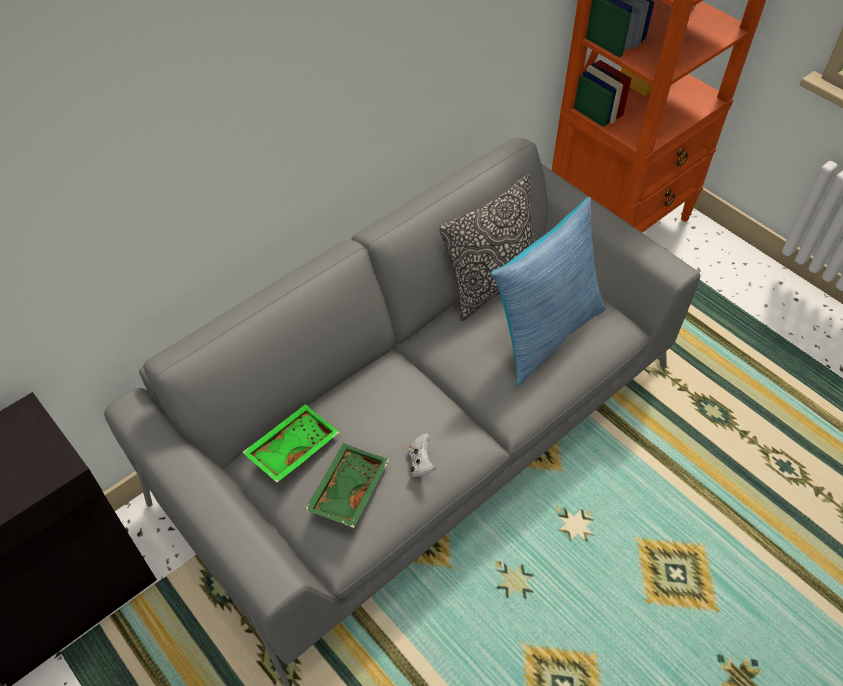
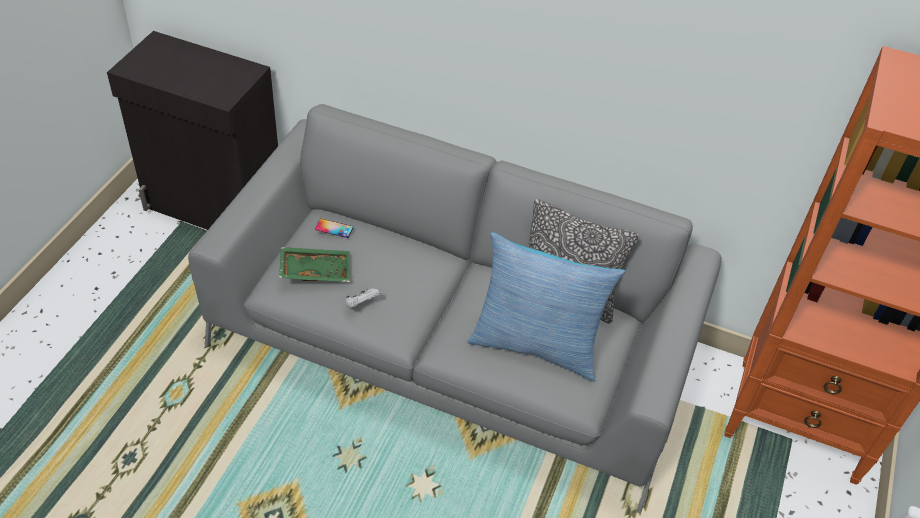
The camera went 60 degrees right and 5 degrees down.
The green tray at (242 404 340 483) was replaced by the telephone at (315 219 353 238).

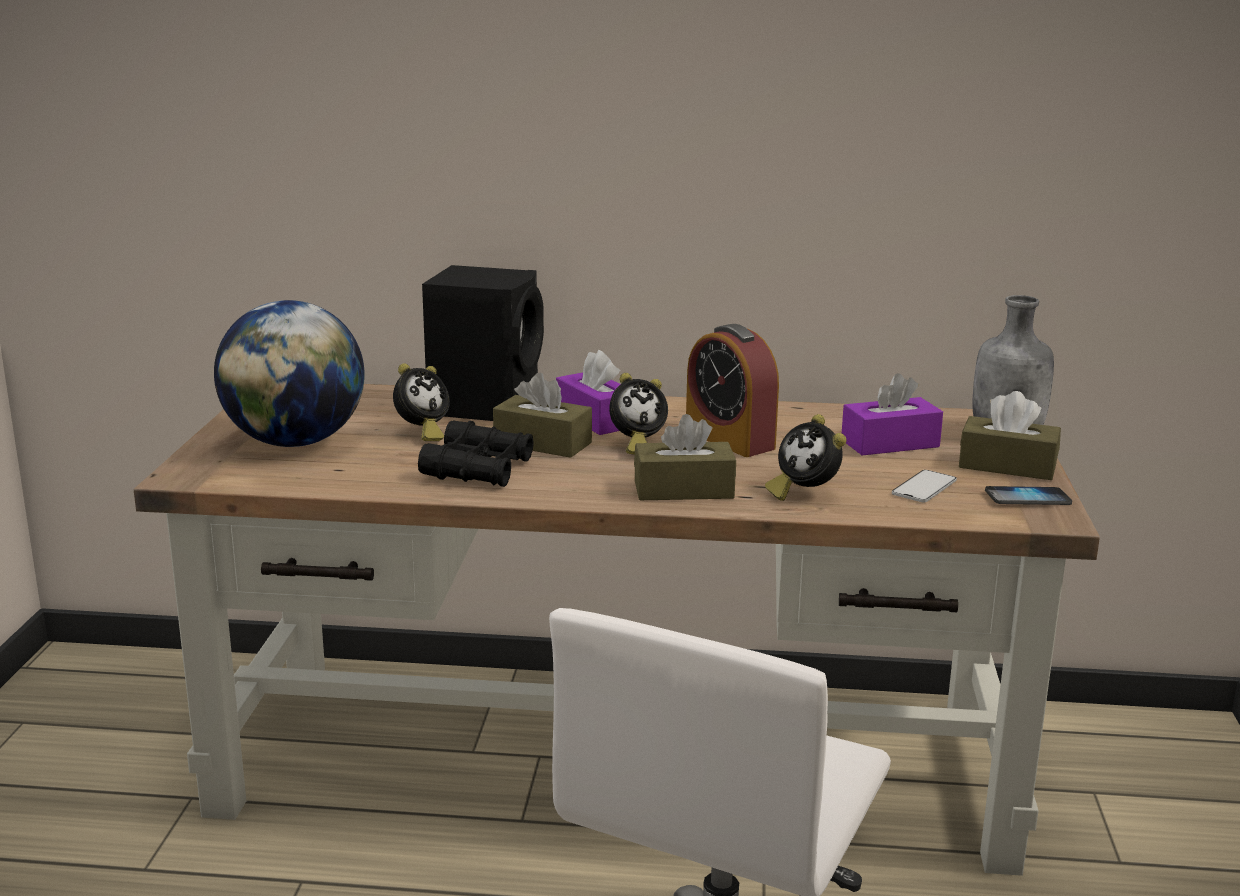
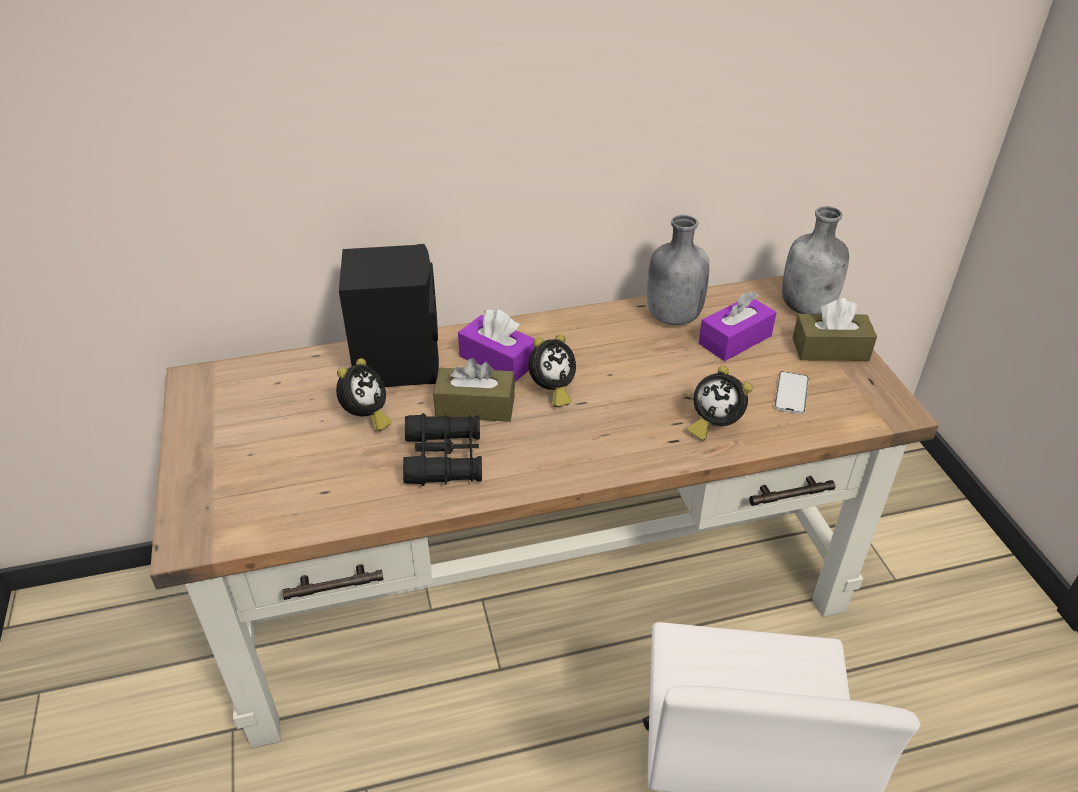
The camera went 20 degrees left and 20 degrees up.
The desk globe at (214 300 365 447) disappeared.
The alarm clock at (686 324 779 457) disappeared.
The brownish tissue holder at (634 414 736 500) disappeared.
The telephone at (985 486 1072 505) disappeared.
The gray drink bottle at (647 215 710 325) appeared.

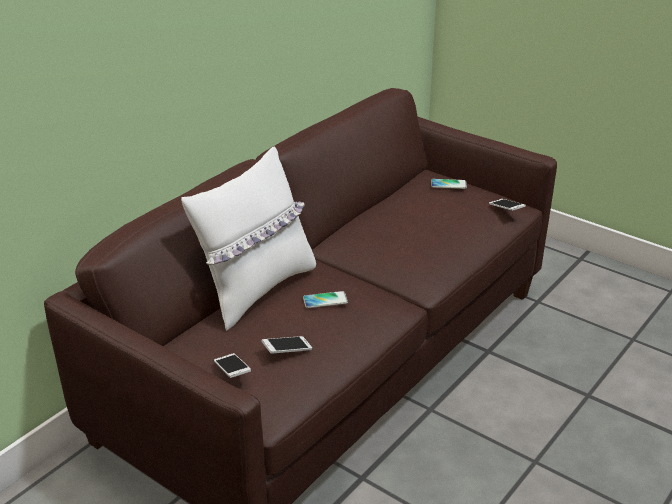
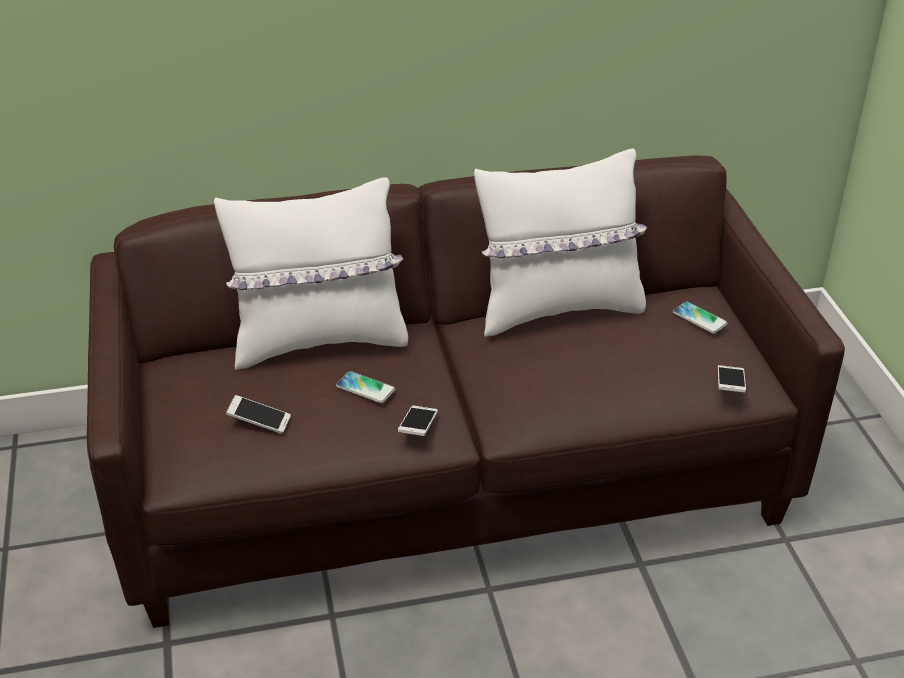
The camera went 40 degrees right and 5 degrees up.
The telephone moved from (214 353 251 378) to (398 406 438 436).
The whitish throw pillow at (474 149 647 337) appeared.

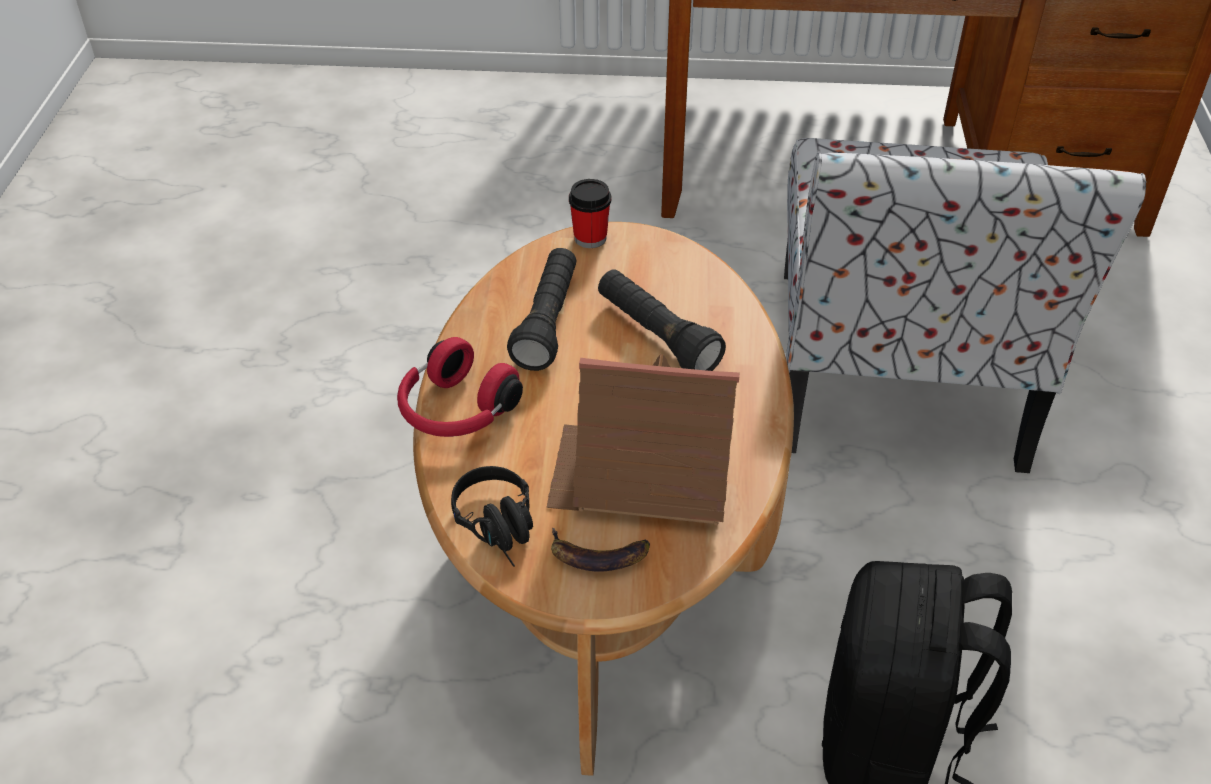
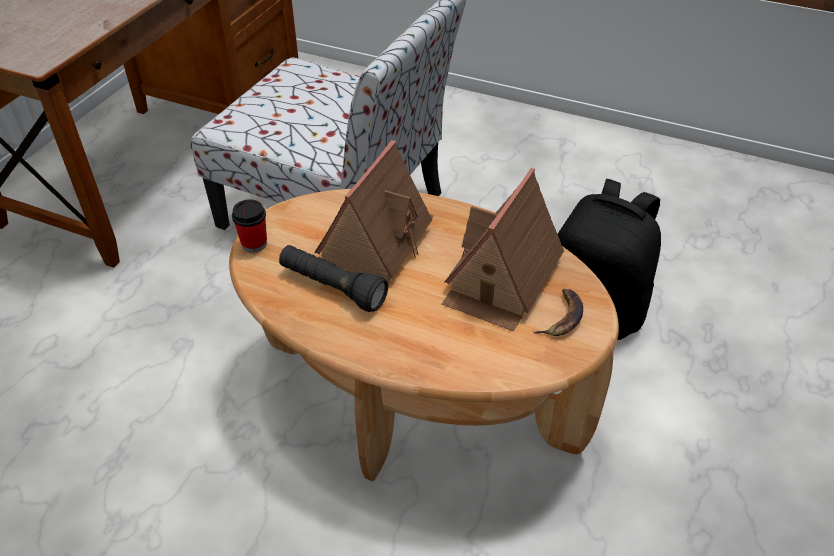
The camera went 70 degrees left and 0 degrees up.
The black-coloured torch at (598 269 726 371) was replaced by the model house at (315 140 434 282).
The red-coloured headset at (397 337 523 437) disappeared.
The black-coloured headset at (451 466 533 567) disappeared.

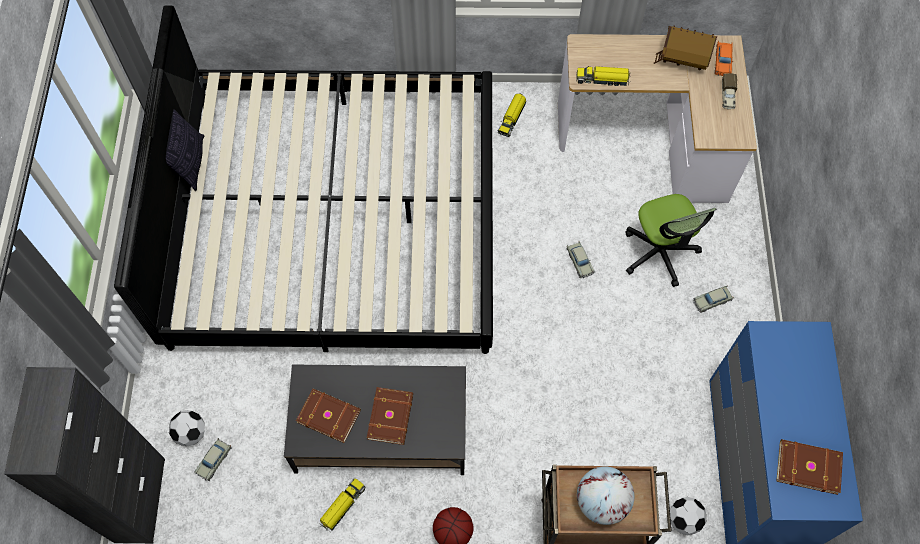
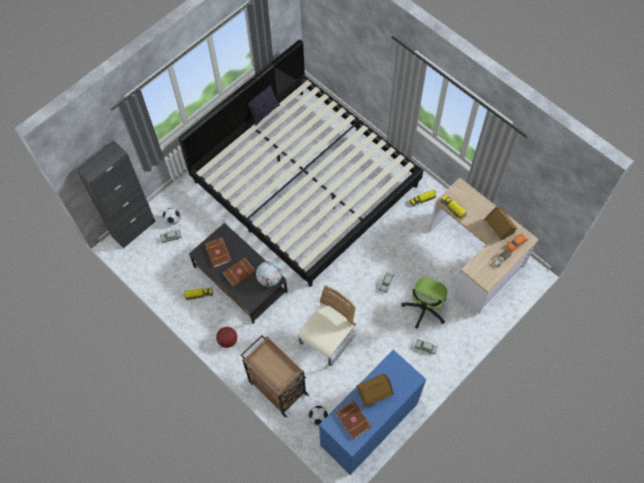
The camera went 45 degrees right and 0 degrees up.
The desk globe moved from (577 466 634 525) to (256 261 282 287).
The beige plain chair at (298 285 357 366) appeared.
The model house at (356 373 394 407) appeared.

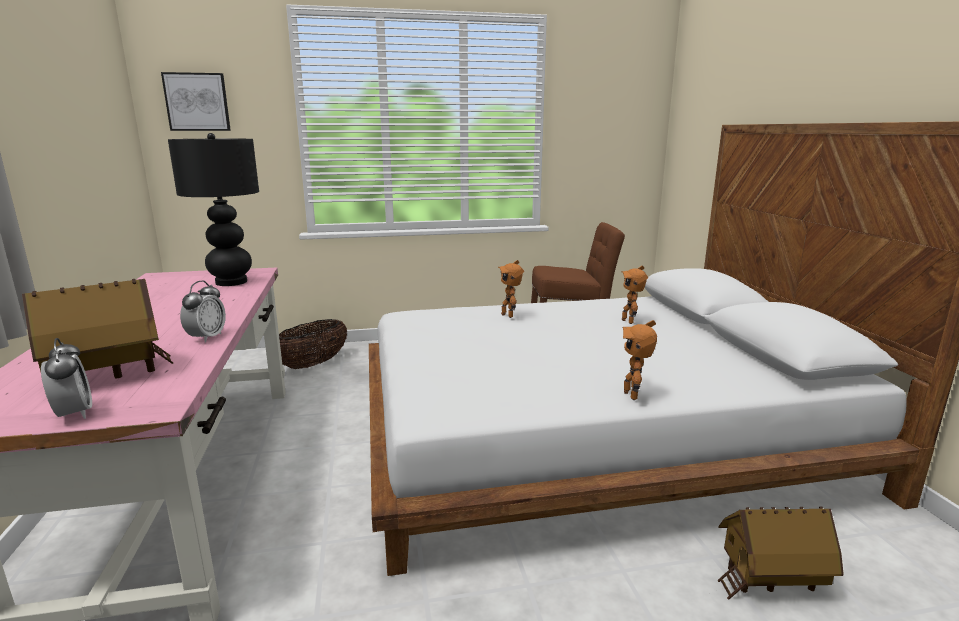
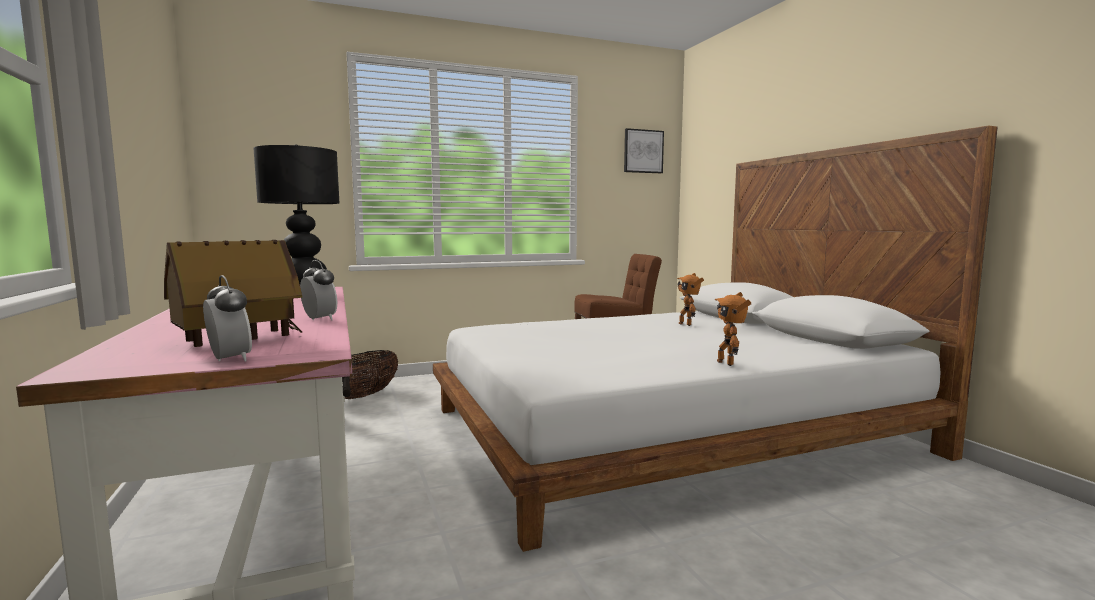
The camera went 10 degrees left and 10 degrees down.
The wall picture moved from (161 72 231 131) to (624 128 664 173).
The toy robot at (498 260 524 318) disappeared.
The alarm clock at (180 281 226 343) turned 45 degrees counterclockwise.
The model house at (717 506 844 599) disappeared.

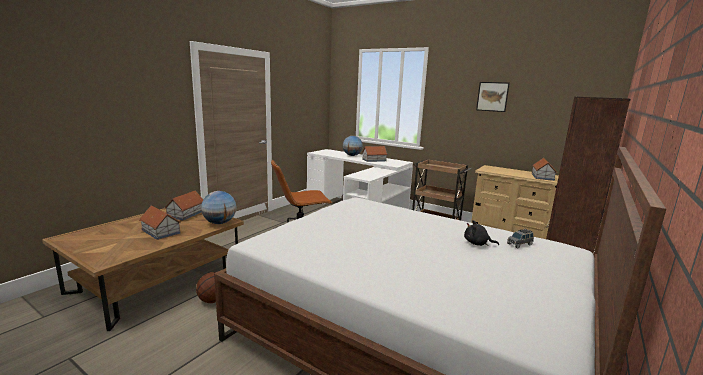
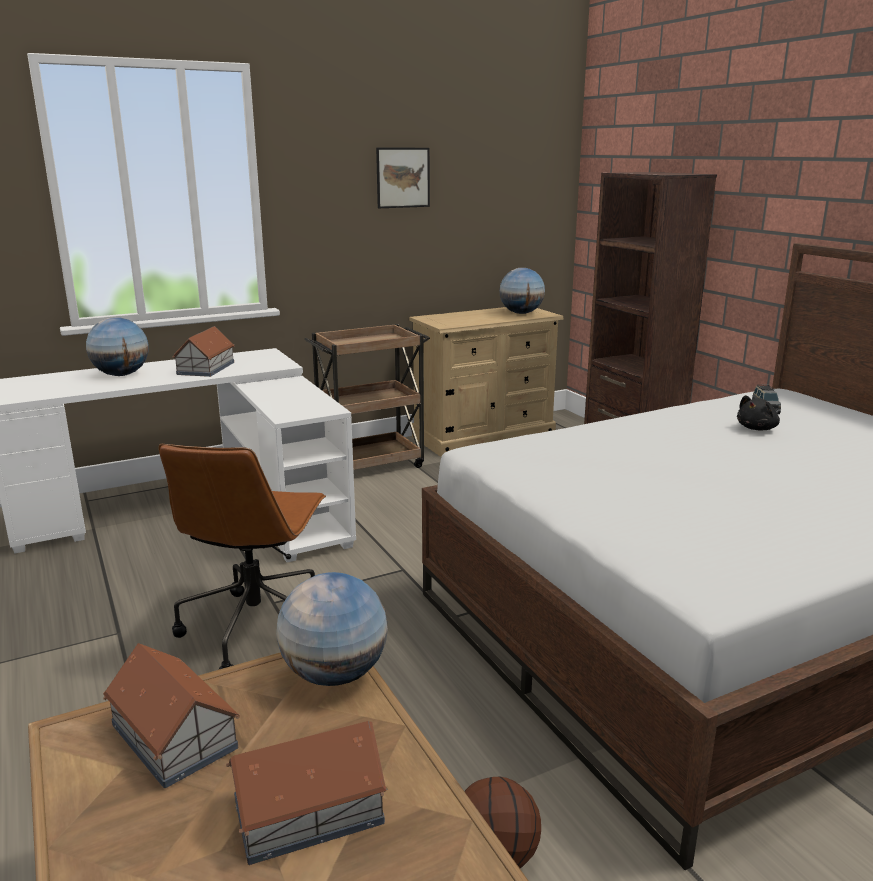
The camera went 60 degrees left and 5 degrees up.
The model house at (532 158 557 181) was replaced by the desk globe at (499 268 545 314).

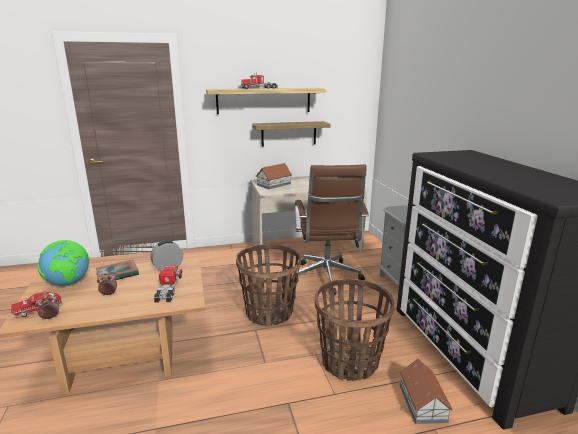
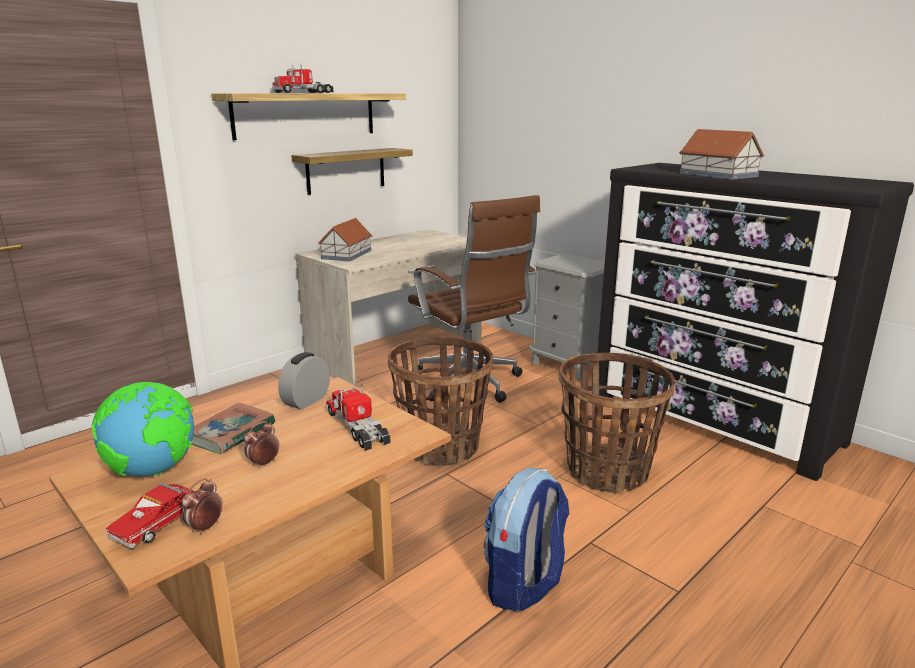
The camera went 30 degrees left and 0 degrees up.
The model house moved from (399 359 453 424) to (679 129 764 180).
The rucksack at (484 467 570 611) appeared.

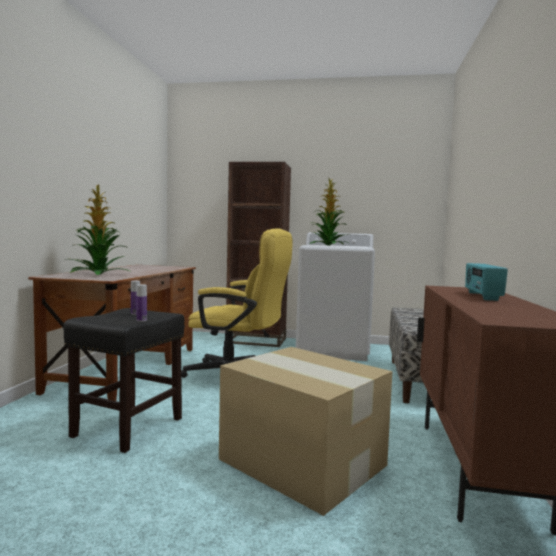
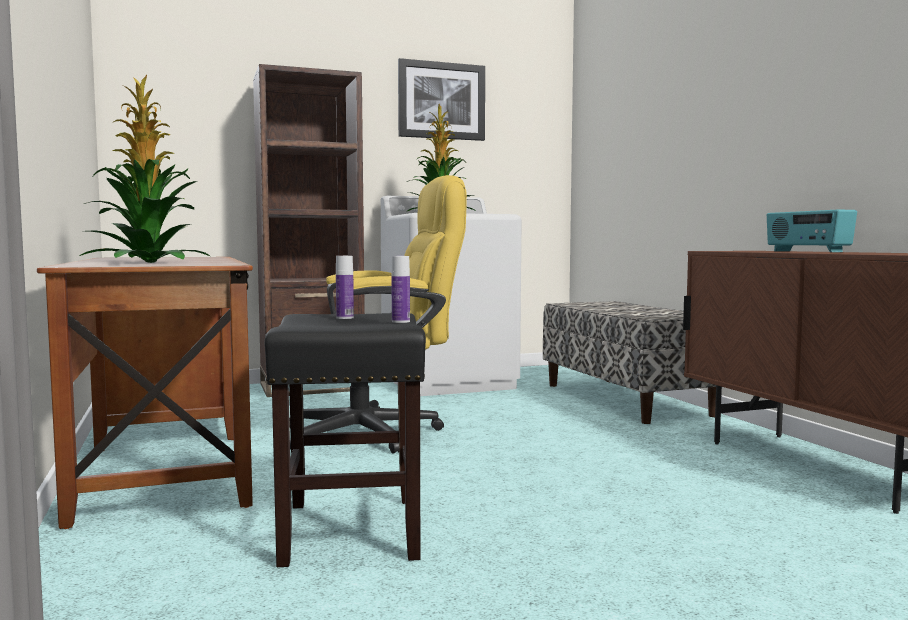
The camera went 30 degrees left and 0 degrees up.
The packing box at (219 347 392 516) disappeared.
The wall picture at (398 58 485 141) appeared.

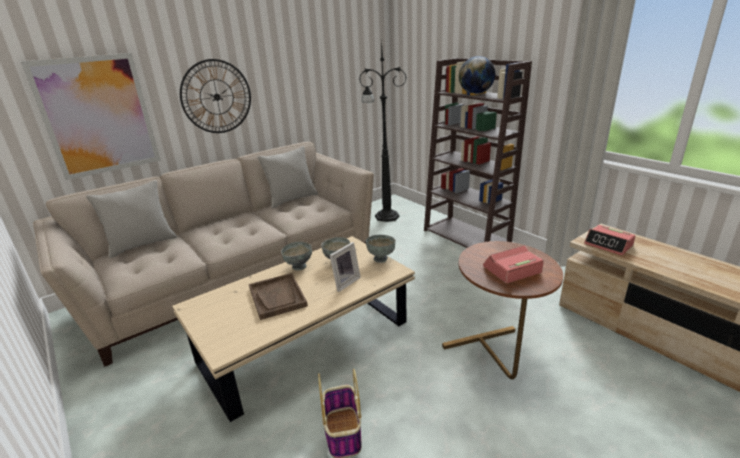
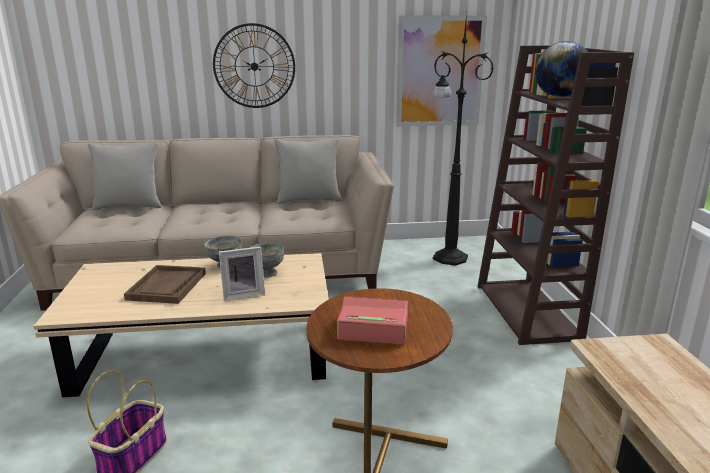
The camera went 30 degrees right and 5 degrees down.
The wall picture moved from (21 53 161 180) to (396 16 487 127).
The alarm clock at (584 225 636 256) disappeared.
The gray bowl at (366 235 396 263) disappeared.

